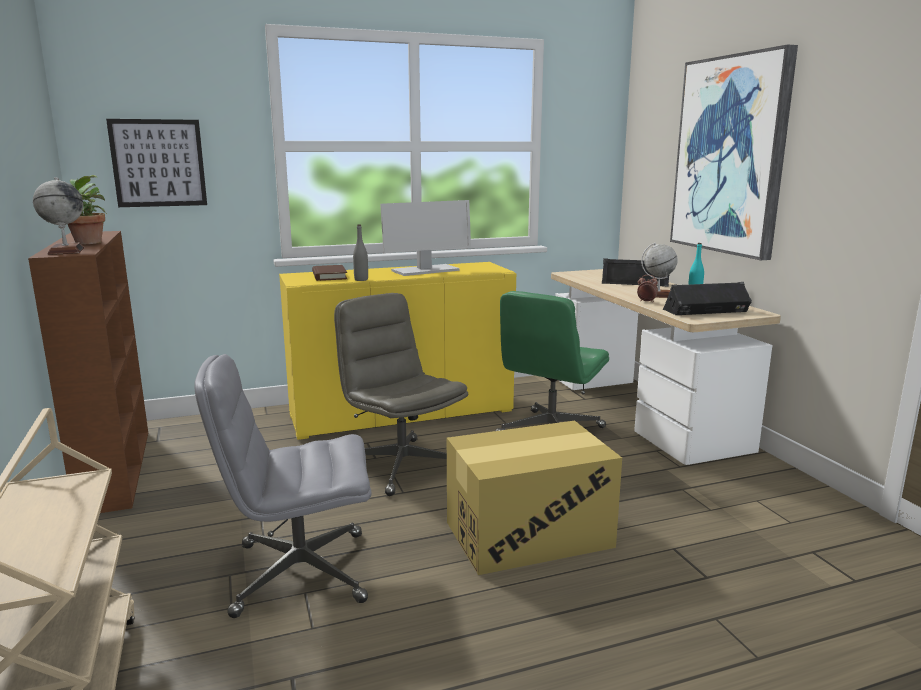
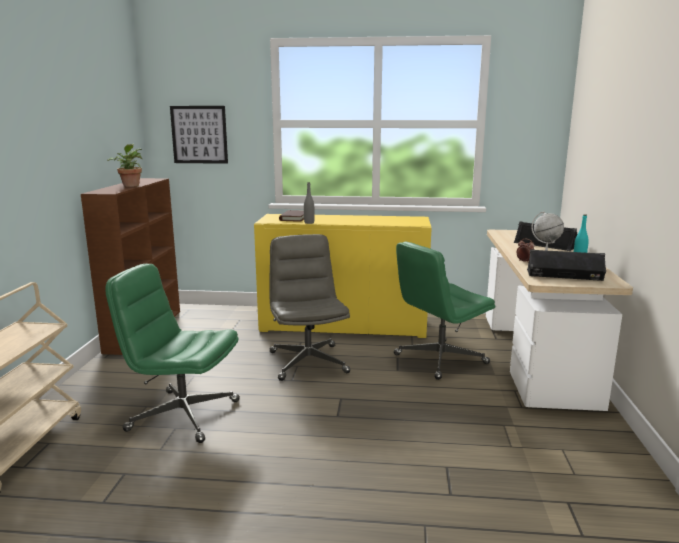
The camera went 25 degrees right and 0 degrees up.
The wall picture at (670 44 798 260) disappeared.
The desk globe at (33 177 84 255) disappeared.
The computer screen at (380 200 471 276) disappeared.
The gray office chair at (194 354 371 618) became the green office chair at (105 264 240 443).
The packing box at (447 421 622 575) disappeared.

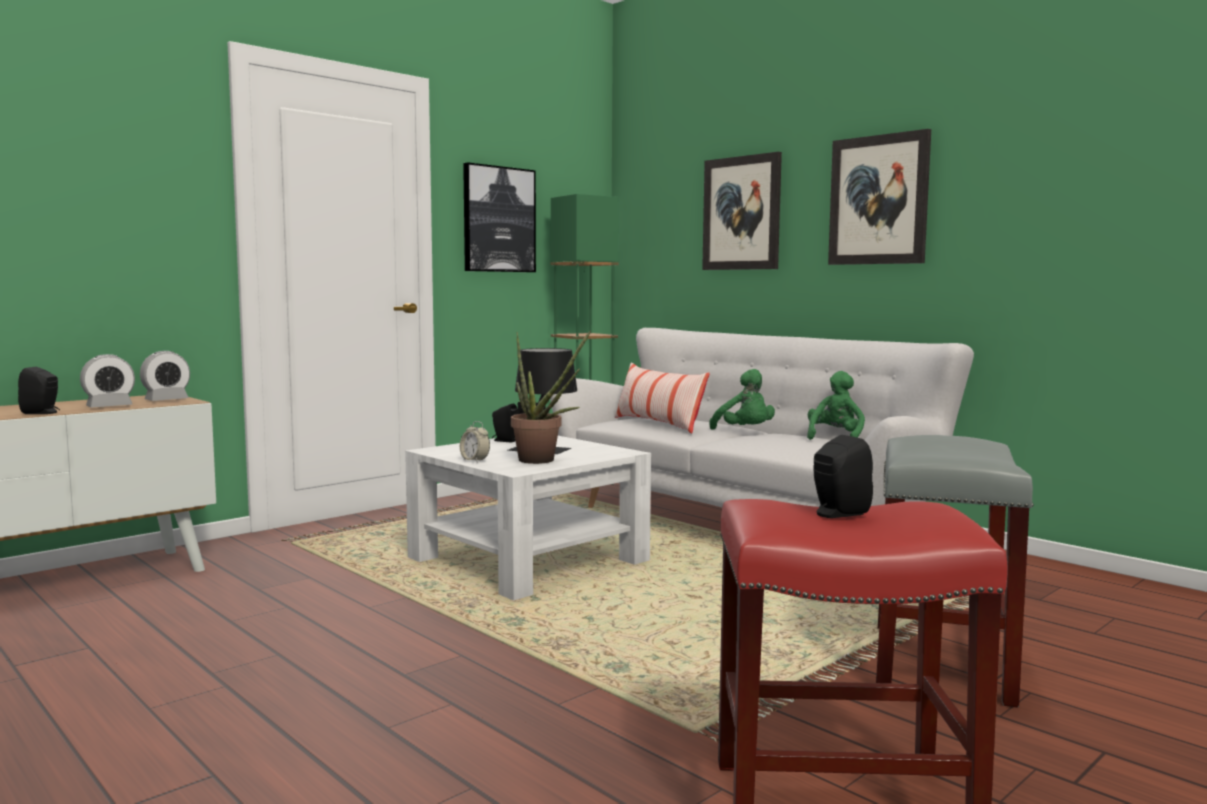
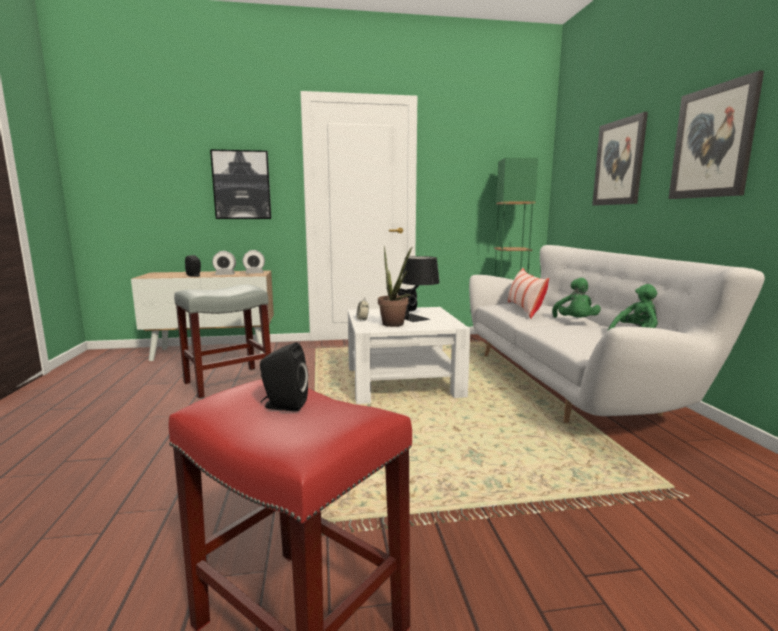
The camera went 35 degrees right and 5 degrees up.
The wall picture moved from (463 162 536 272) to (210 150 271 219).
The gray sitting stool moved from (876 435 1034 707) to (174 284 271 399).

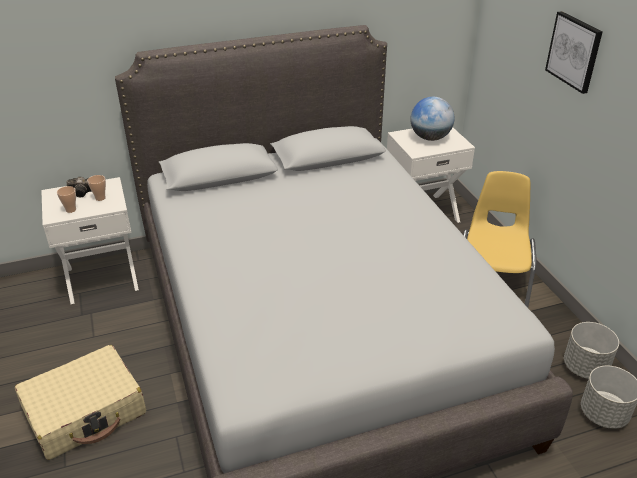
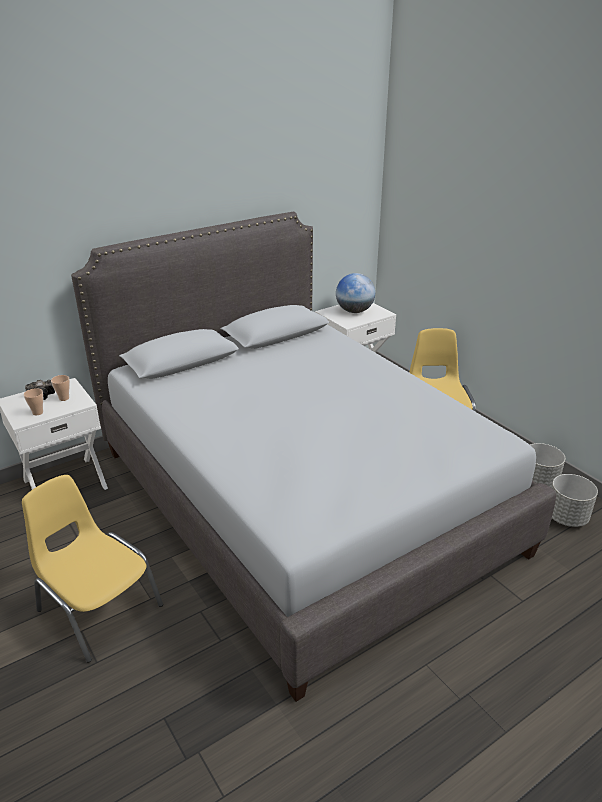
The camera went 15 degrees left and 5 degrees down.
The wall picture at (545 11 602 94) disappeared.
The beige piece of luggage at (15 345 146 460) was replaced by the yellowish plain chair at (22 475 163 663).

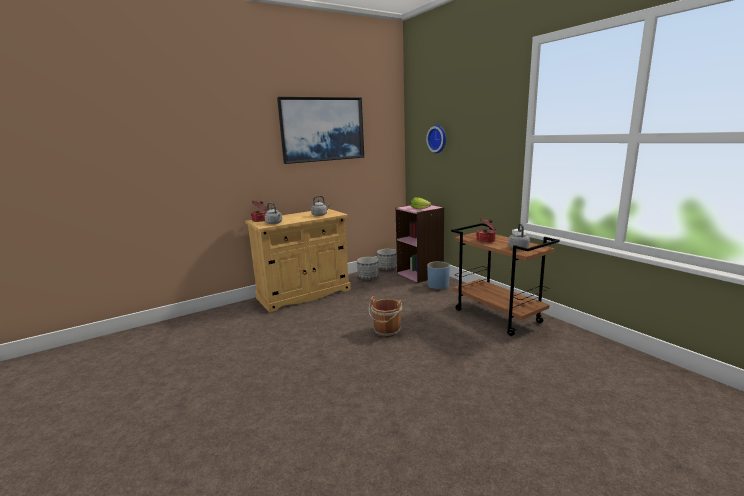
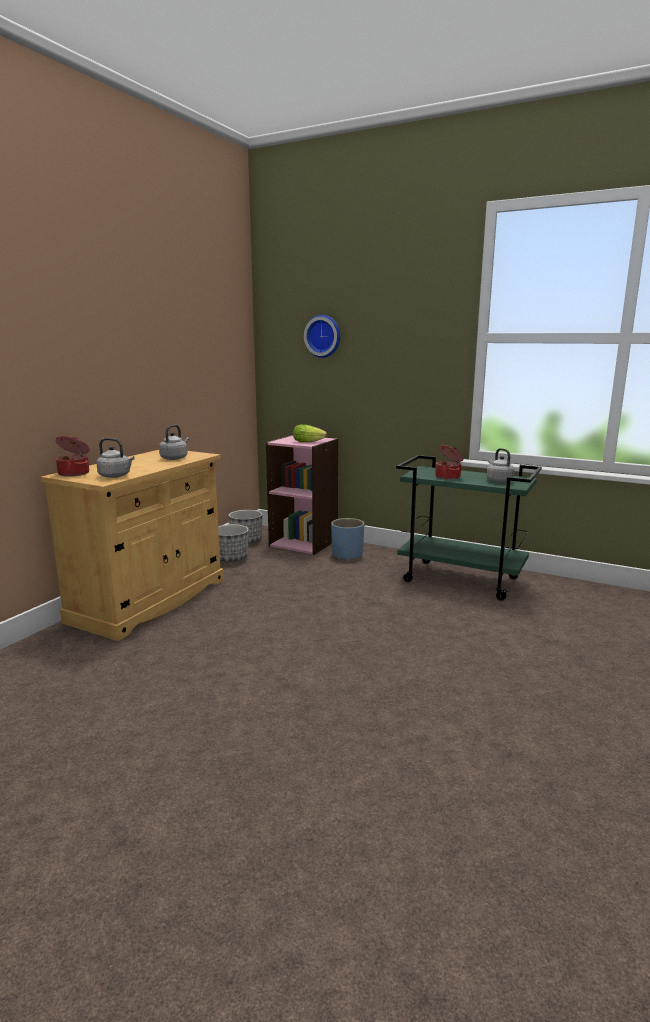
The camera went 30 degrees left and 0 degrees up.
The wall picture at (277 97 364 164) disappeared.
The brownish wheeled cart at (451 223 560 336) became the green wheeled cart at (396 455 542 601).
The brownish pail at (369 296 403 337) disappeared.

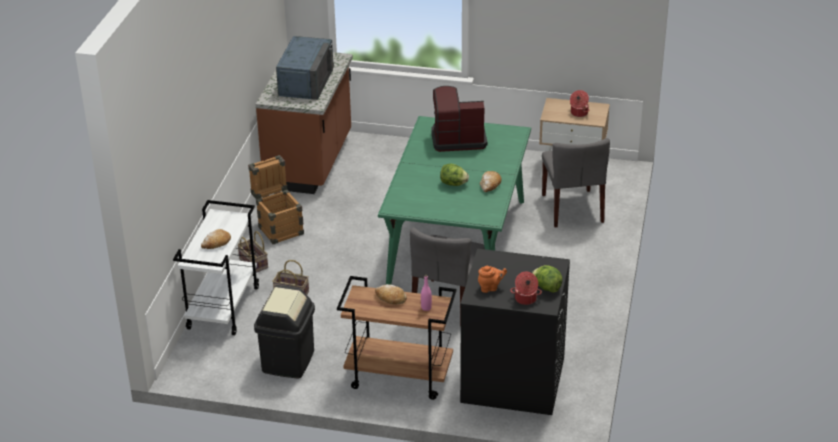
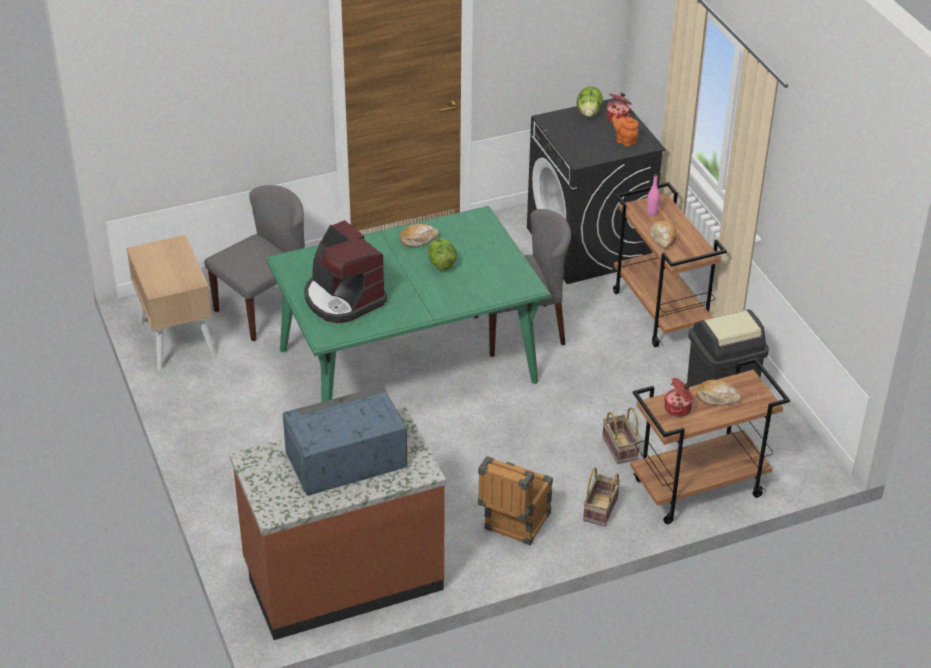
The camera went 125 degrees left and 5 degrees up.
The stockpot moved from (570 90 589 117) to (664 378 693 417).
The whitish wheeled cart at (173 200 259 335) became the brownish wheeled cart at (630 358 790 524).

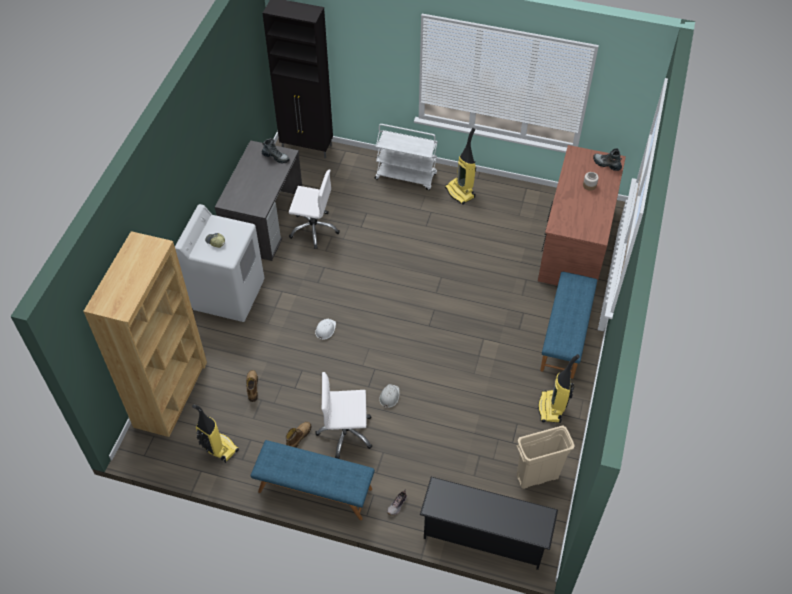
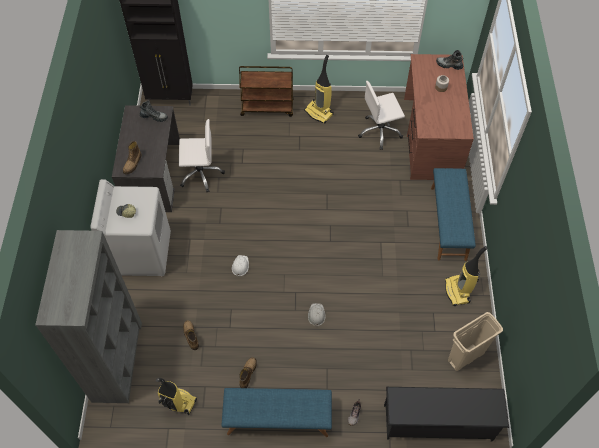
The camera went 15 degrees left and 5 degrees up.
The whitish wheeled cart at (375 124 438 190) became the brownish wheeled cart at (239 66 294 117).
The brownish shelving unit at (83 231 207 437) became the gray shelving unit at (35 230 142 403).
The whitish office chair moved from (315 372 372 459) to (358 81 405 150).
The high-top boot at (123 141 142 175) appeared.

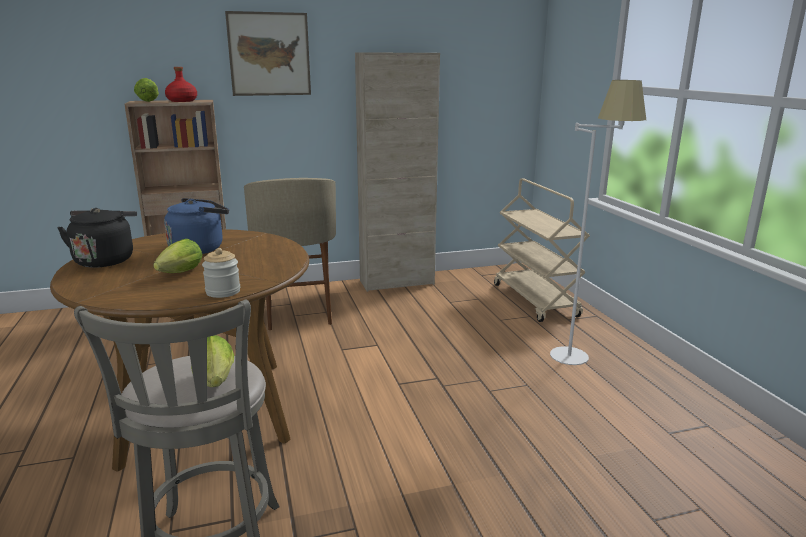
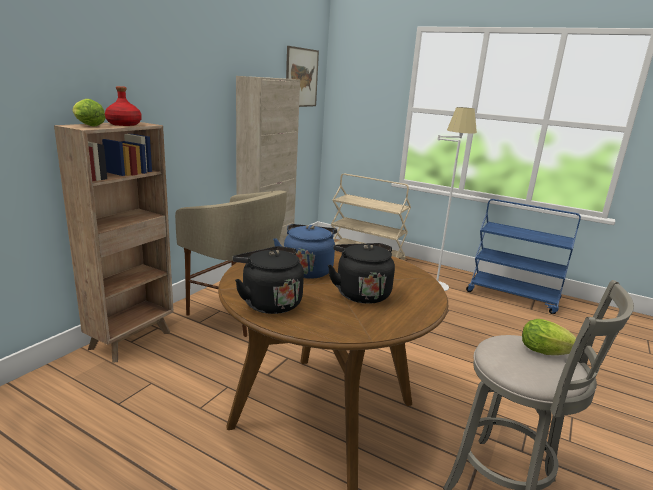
The camera went 45 degrees left and 0 degrees up.
The wall picture moved from (225 11 311 96) to (286 46 319 107).
The lettuce at (153 239 202 273) was replaced by the black-coloured water kettle at (328 243 395 304).
The storage jar at (202 248 240 298) disappeared.
The bluish wheeled cart at (466 199 581 314) appeared.

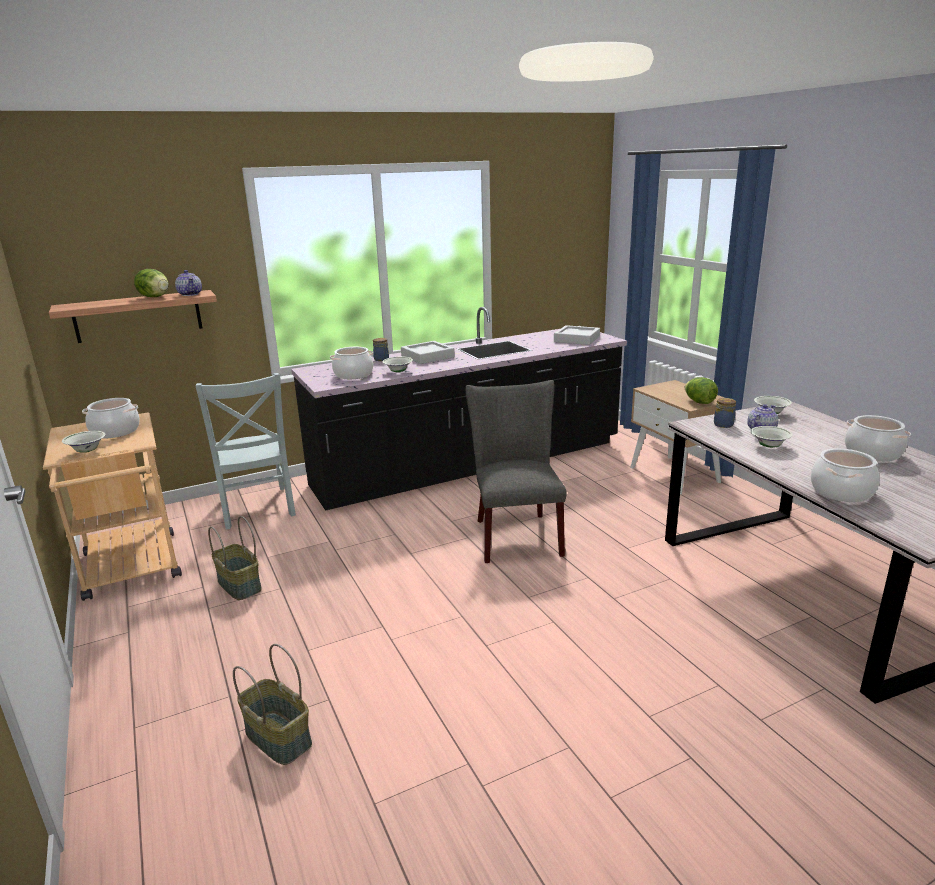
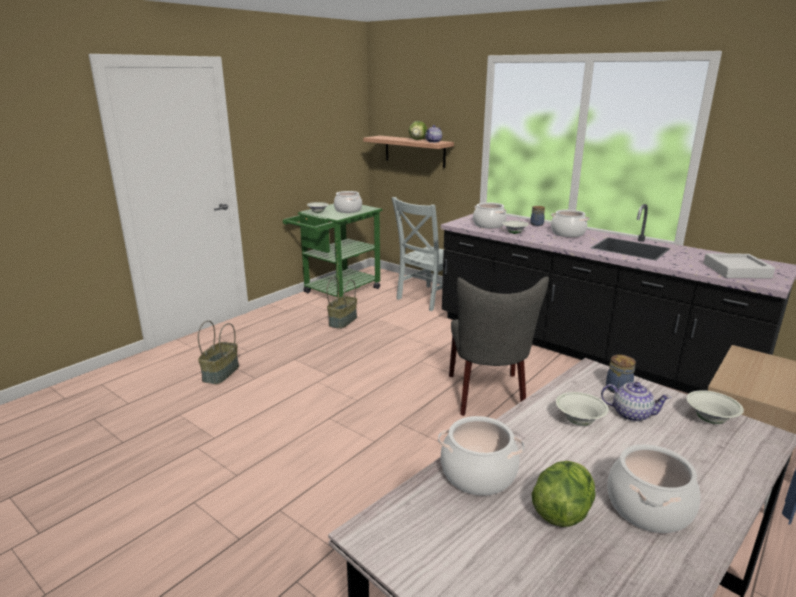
The camera went 65 degrees right and 0 degrees up.
The gray tray at (401 341 455 364) was replaced by the stockpot at (551 210 590 237).
The lettuce moved from (685 377 718 404) to (532 461 596 527).
The gray plain chair at (465 380 567 563) turned 120 degrees clockwise.
The beige wheeled cart at (43 413 182 601) became the green wheeled cart at (283 204 383 298).

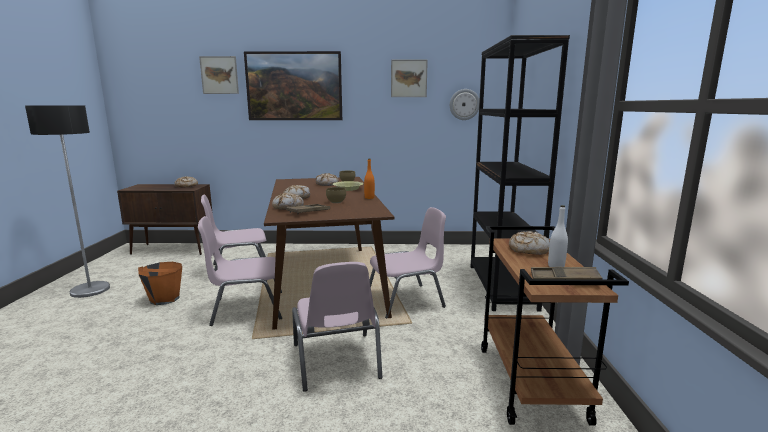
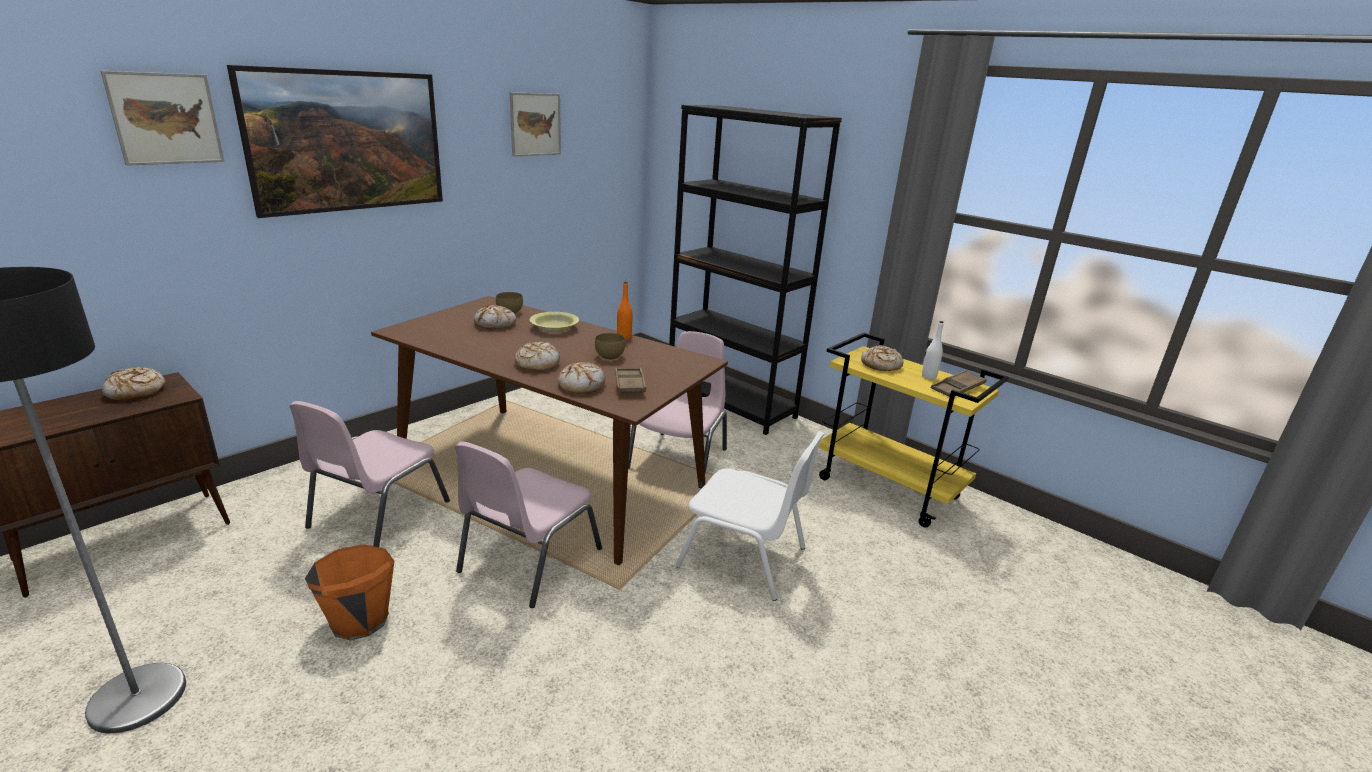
The camera went 50 degrees left and 10 degrees up.
The hanging clock at (450 89 480 120) disappeared.
The brownish wheeled cart at (481 226 629 426) became the yellowish wheeled cart at (818 333 1009 528).
The pinkish plain chair at (292 262 382 392) became the whitish plain chair at (675 431 825 601).

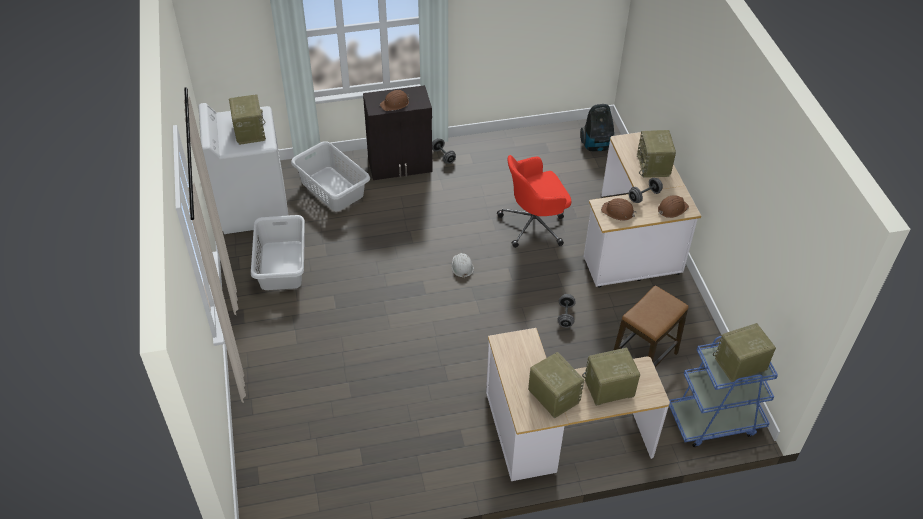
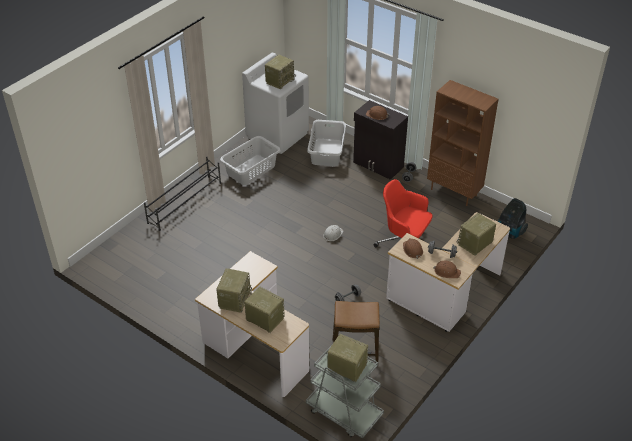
The camera went 50 degrees right and 5 degrees down.
The bluish wheeled cart at (669 336 778 447) became the gray wheeled cart at (306 345 384 439).
The brownish shelving unit at (427 80 498 206) appeared.
The black-coloured shoe stand at (144 157 221 231) appeared.

